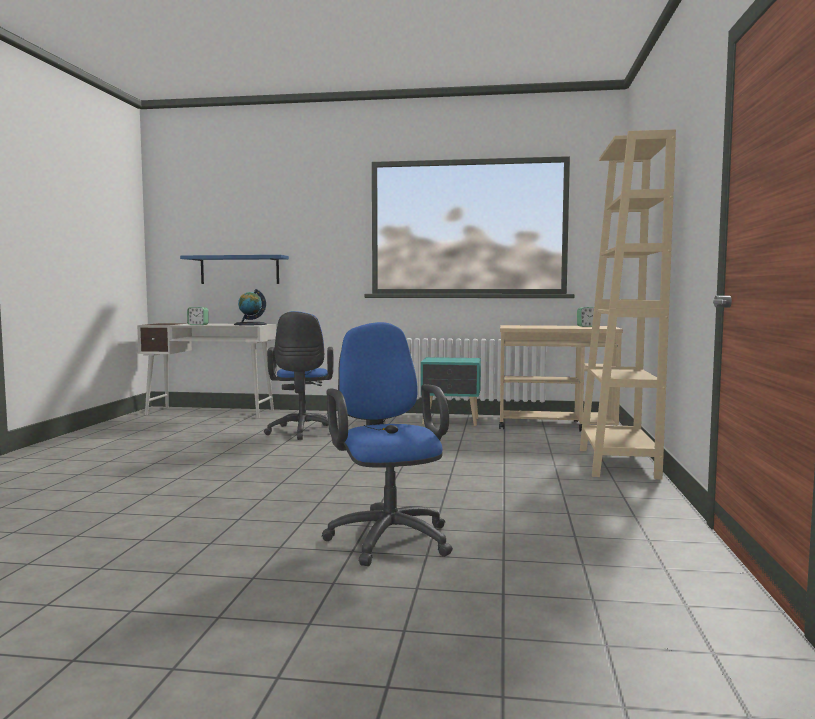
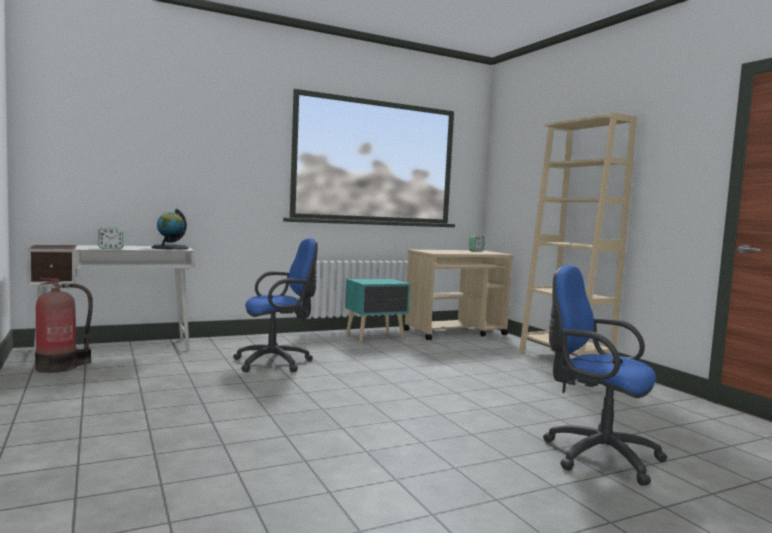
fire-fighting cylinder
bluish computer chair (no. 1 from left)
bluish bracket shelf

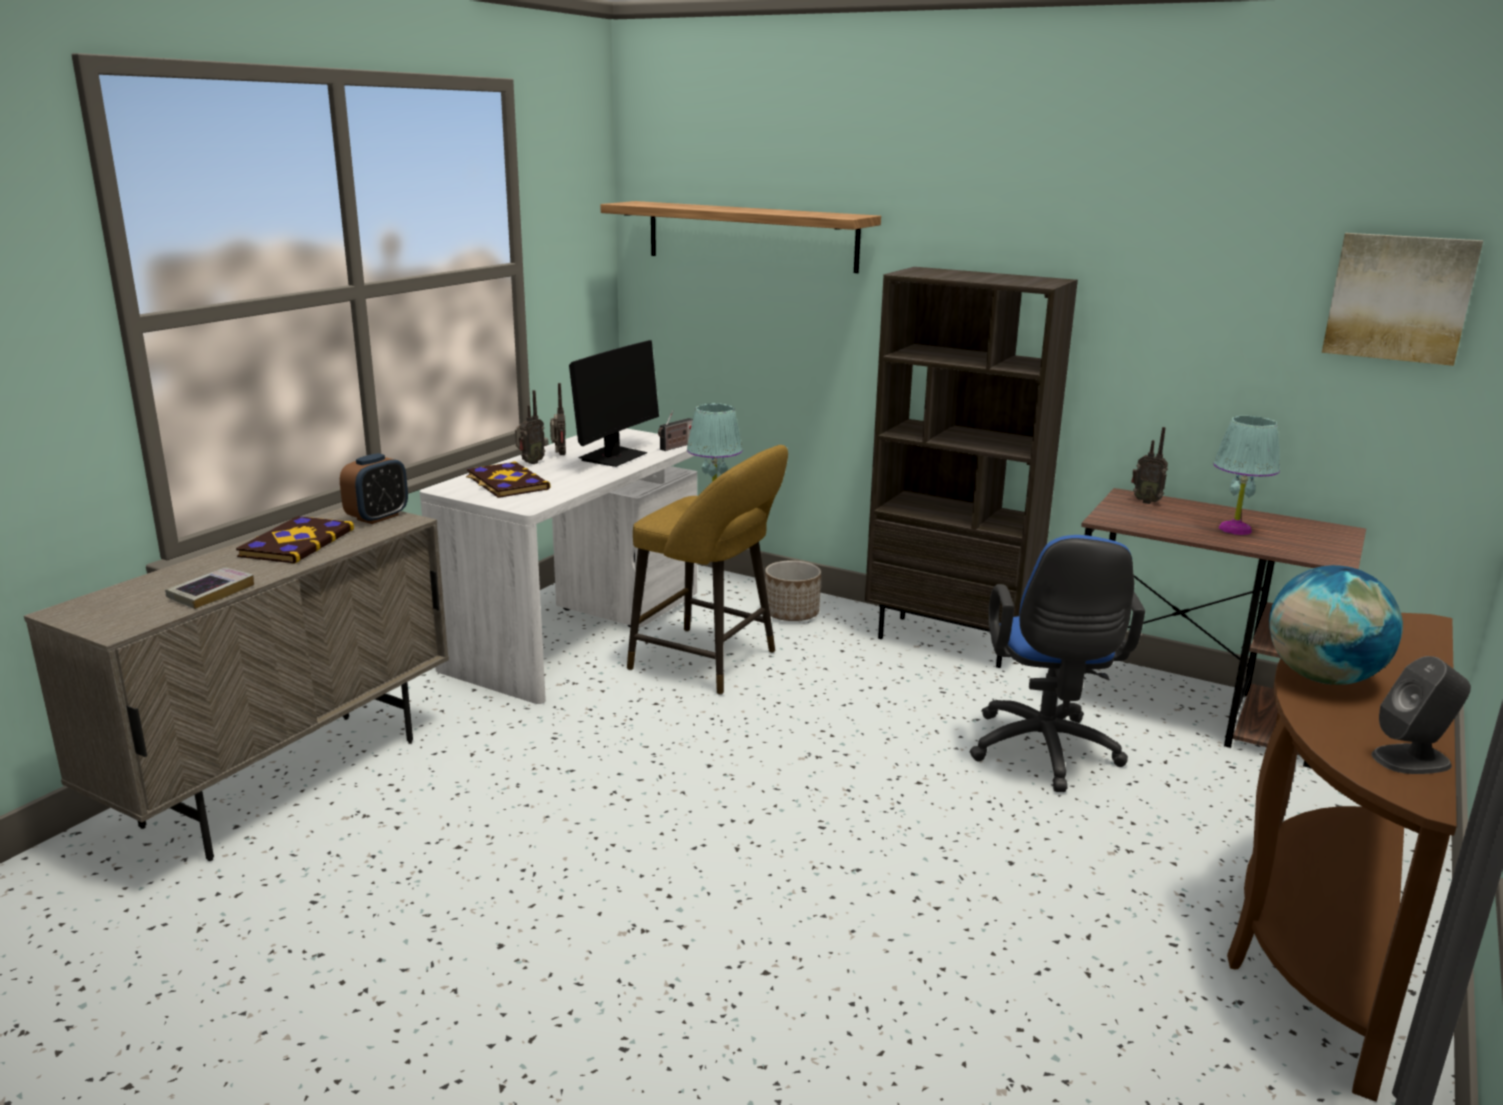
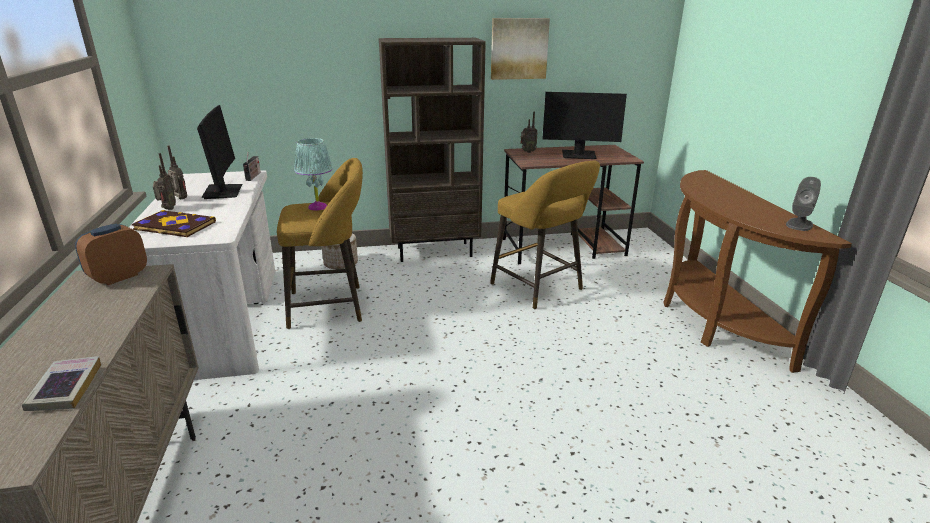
alarm clock
yellowish stool seat (no. 2 from left)
wall art
computer display (no. 2 from left)
volume (no. 2 from left in the first image)
bracket shelf
desk globe

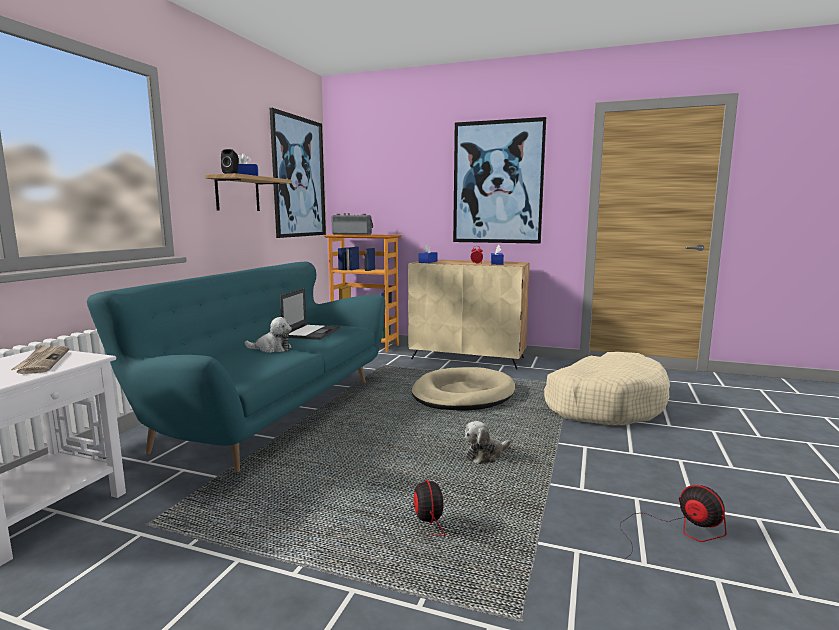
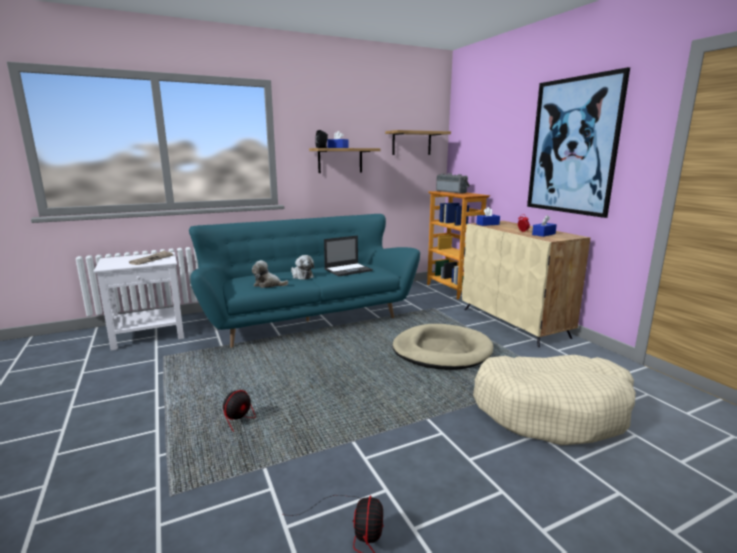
plush toy (no. 1 from left)
bracket shelf (no. 2 from left)

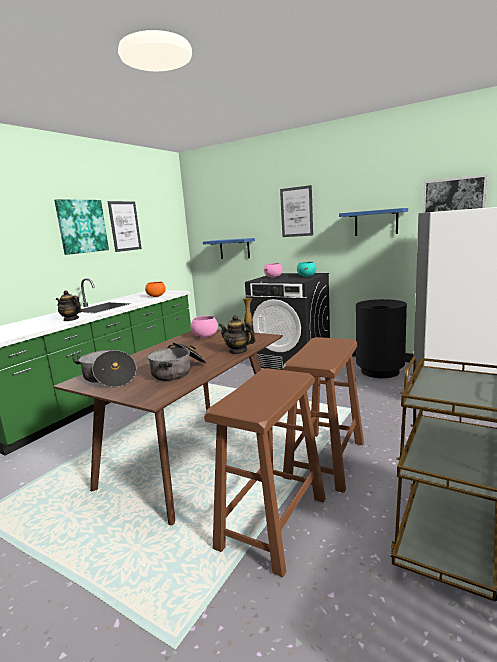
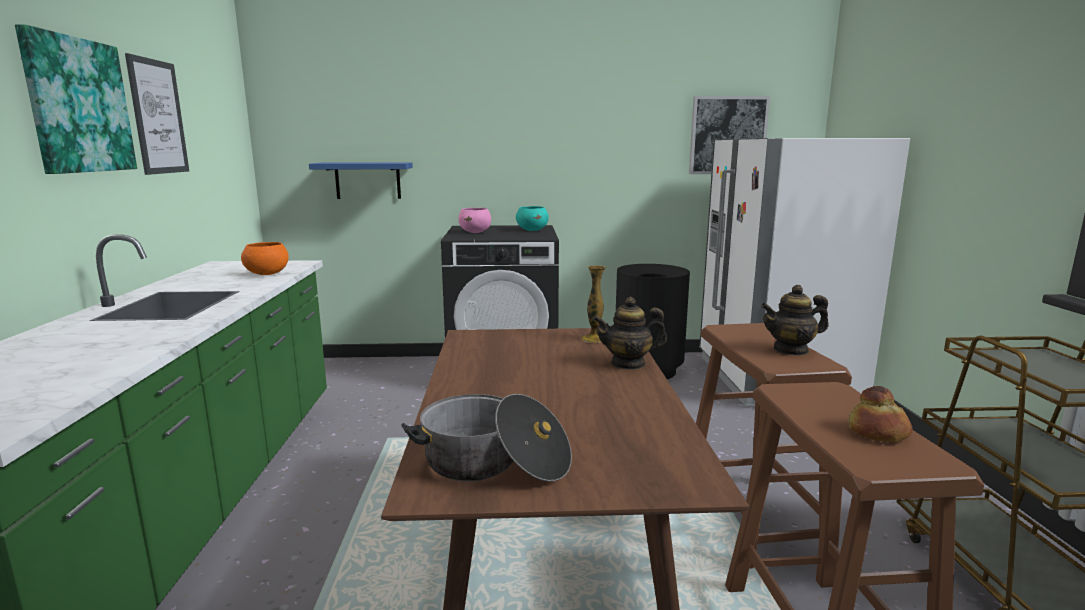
pot for tea (no. 2 from left)
baked bread
saucepot (no. 2 from left in the first image)
pink-coloured serving bowl (no. 1 from left in the first image)
wall art (no. 3 from left in the first image)
bluish bracket shelf (no. 2 from left in the first image)

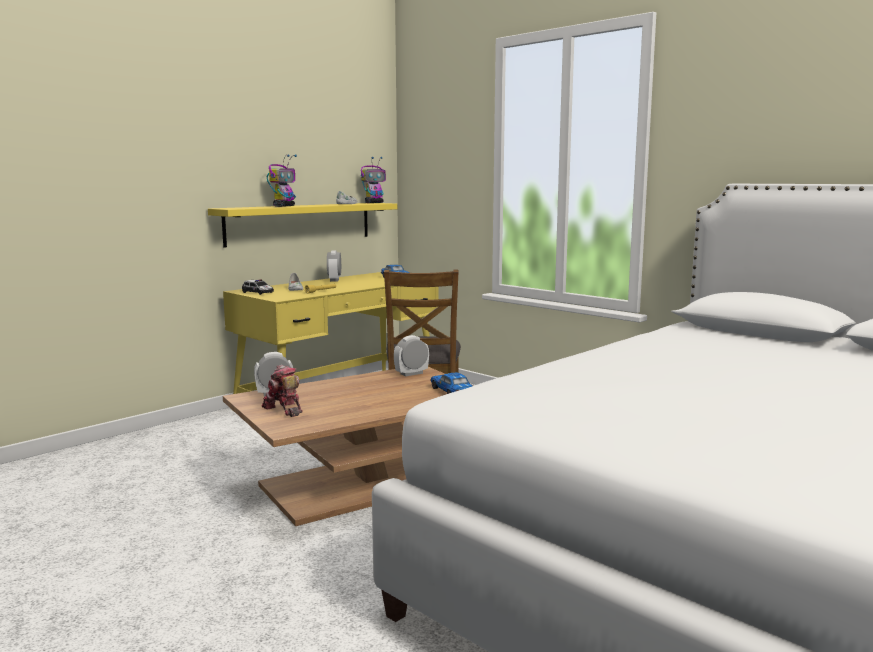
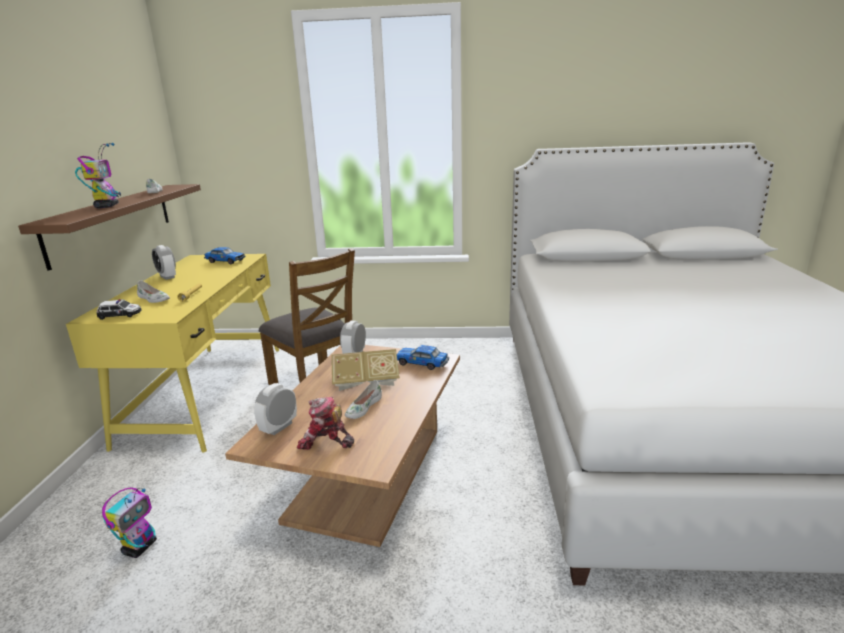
brownish bracket shelf
toy robot (no. 2 from left)
volume
white item of footwear (no. 3 from left)

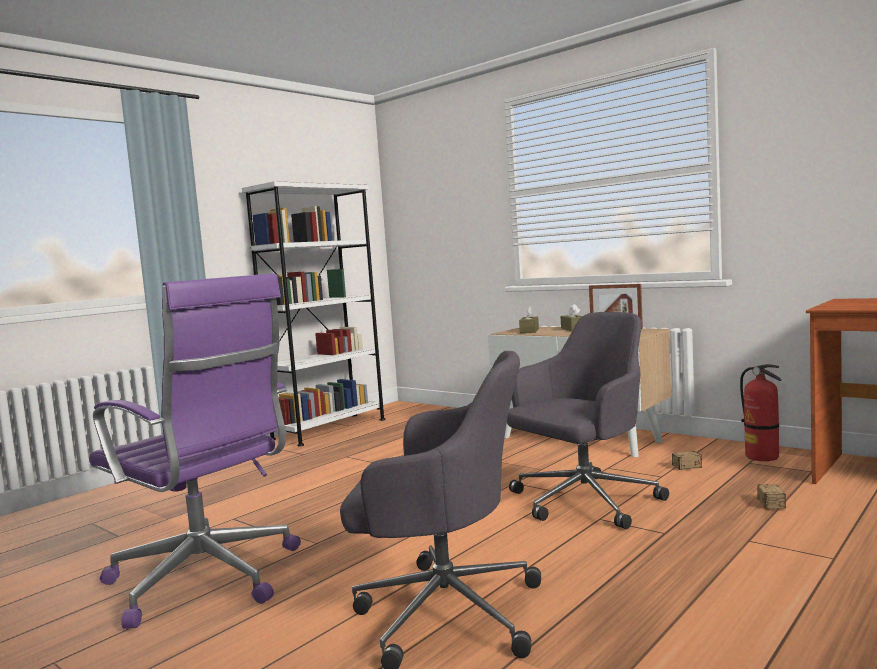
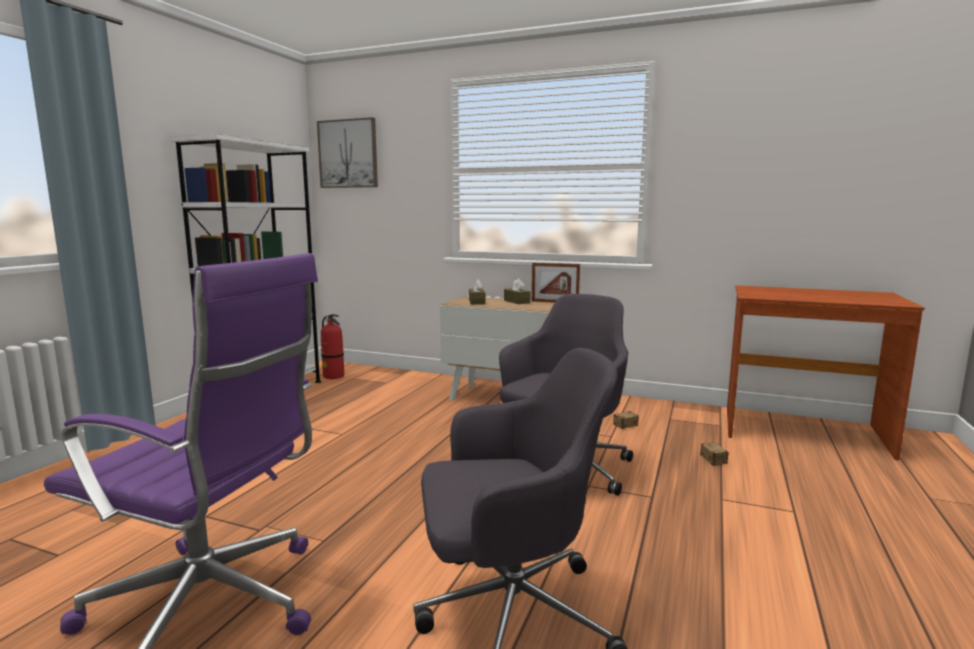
wall art
fire-fighting cylinder

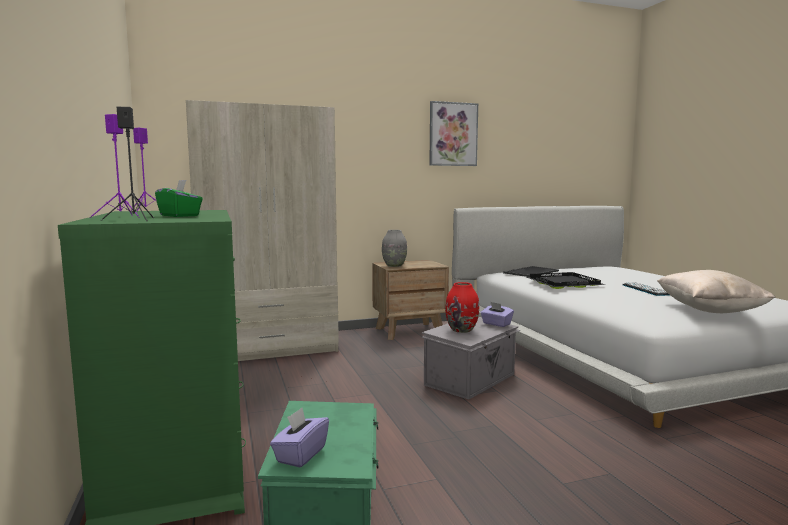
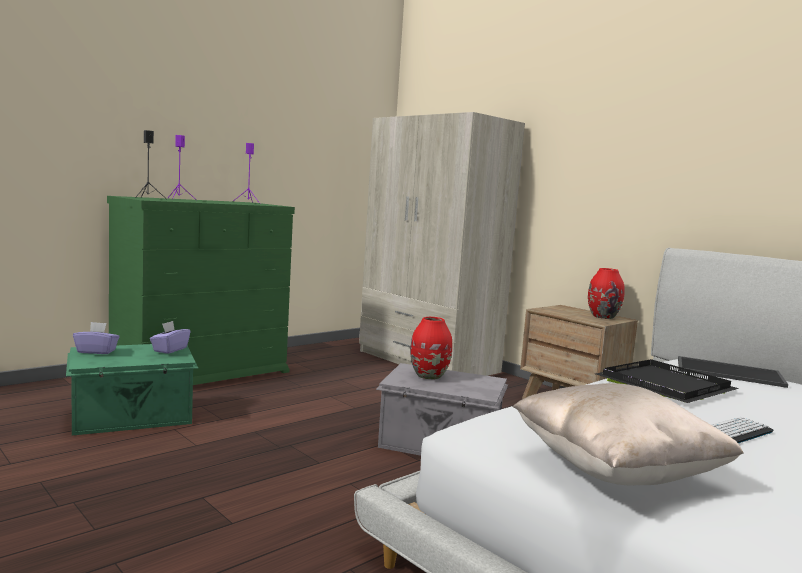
purple-coloured tissue holder (no. 2 from left)
red vase (no. 2 from left)
green tissue holder
grey vase
wall art

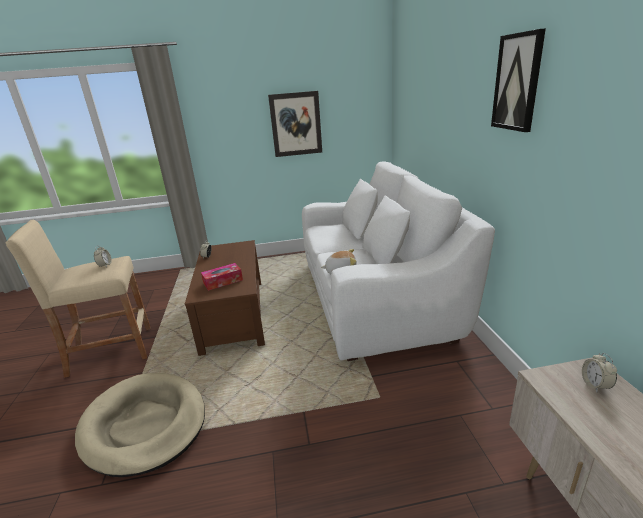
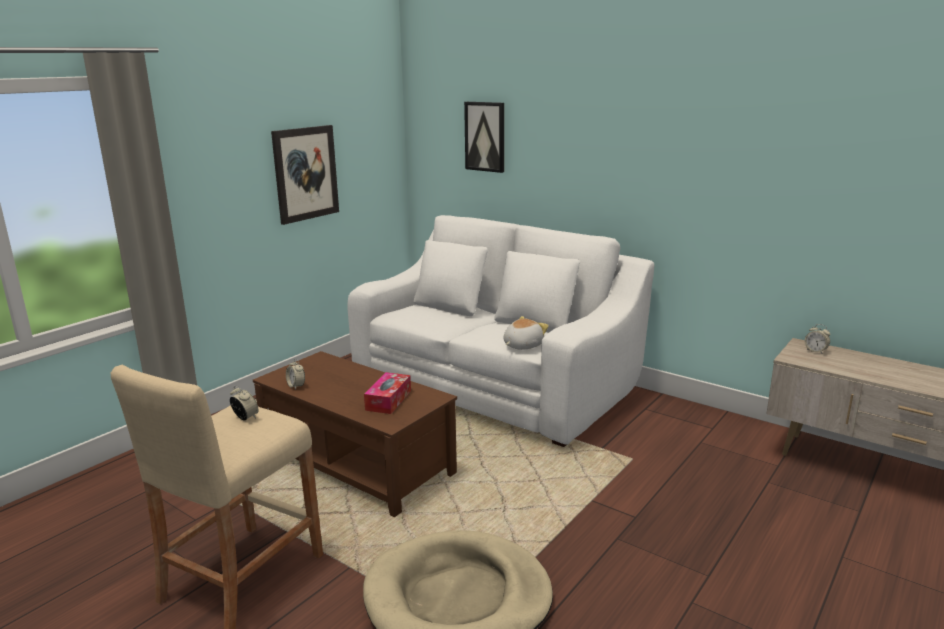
wall art (no. 2 from left)

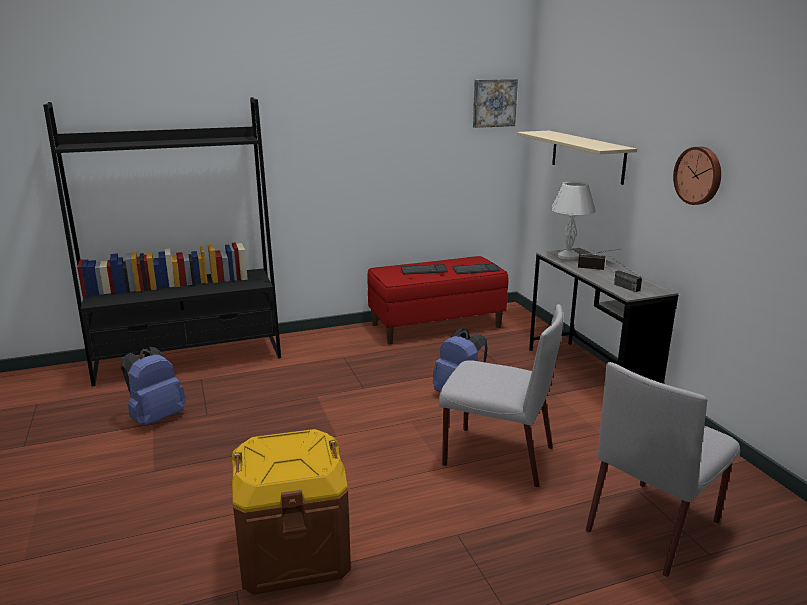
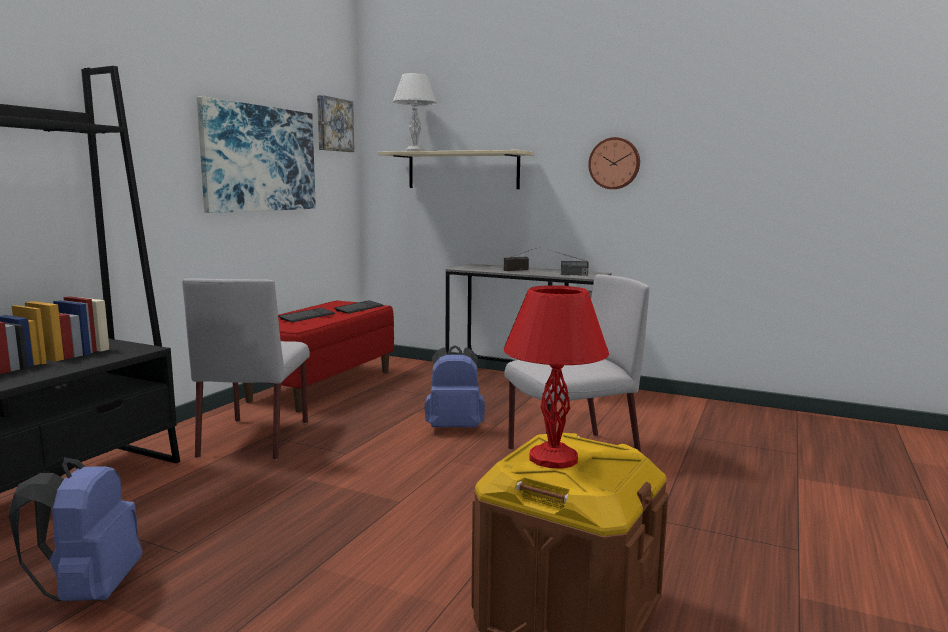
grey chair (no. 1 from left)
wall art (no. 1 from left)
white table lamp
red table lamp

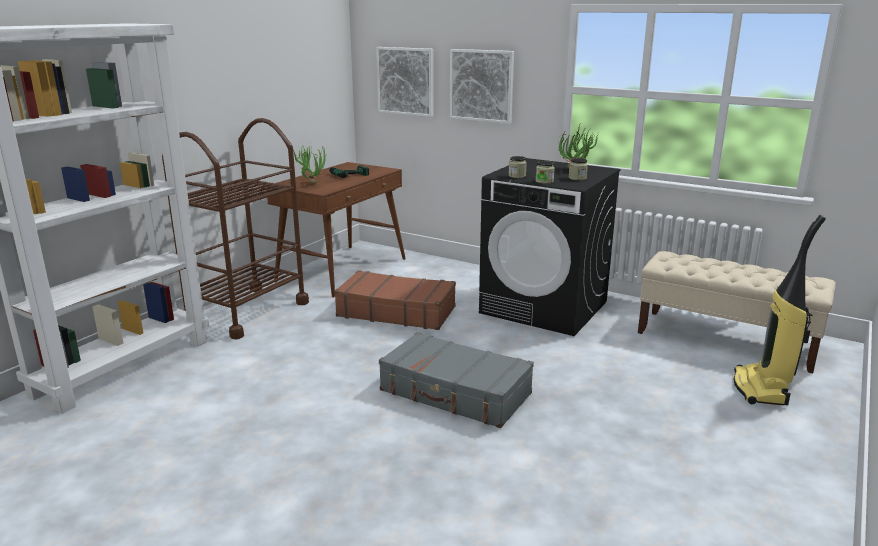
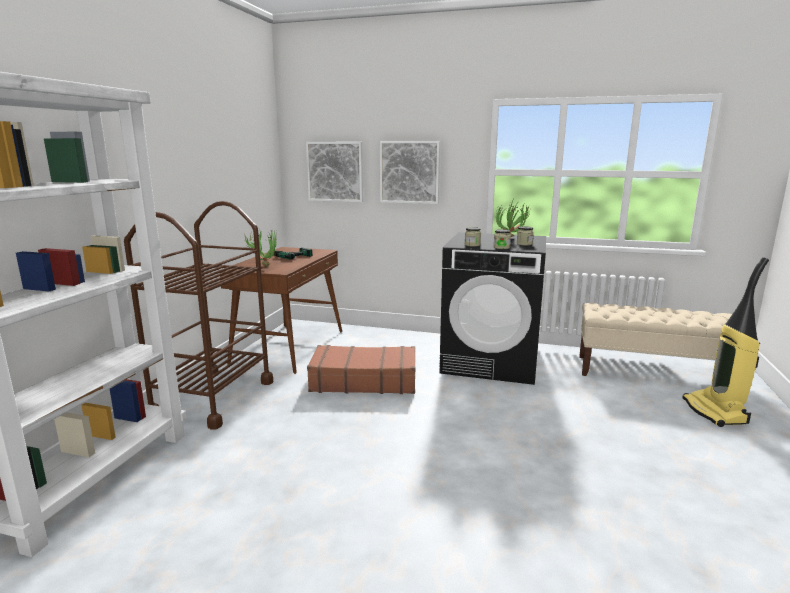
grey suitcase

